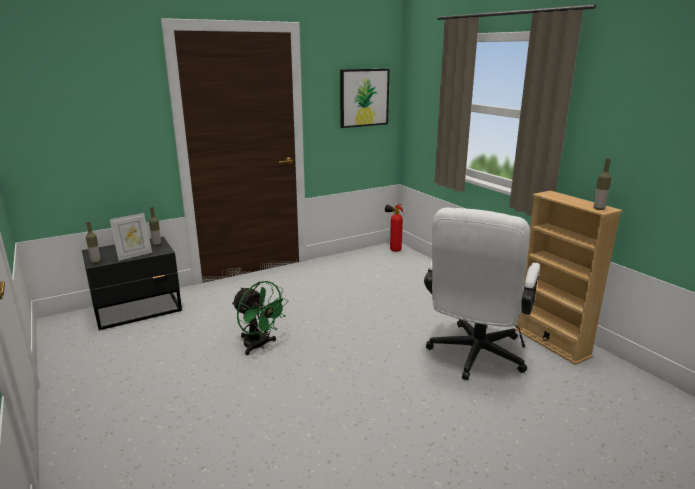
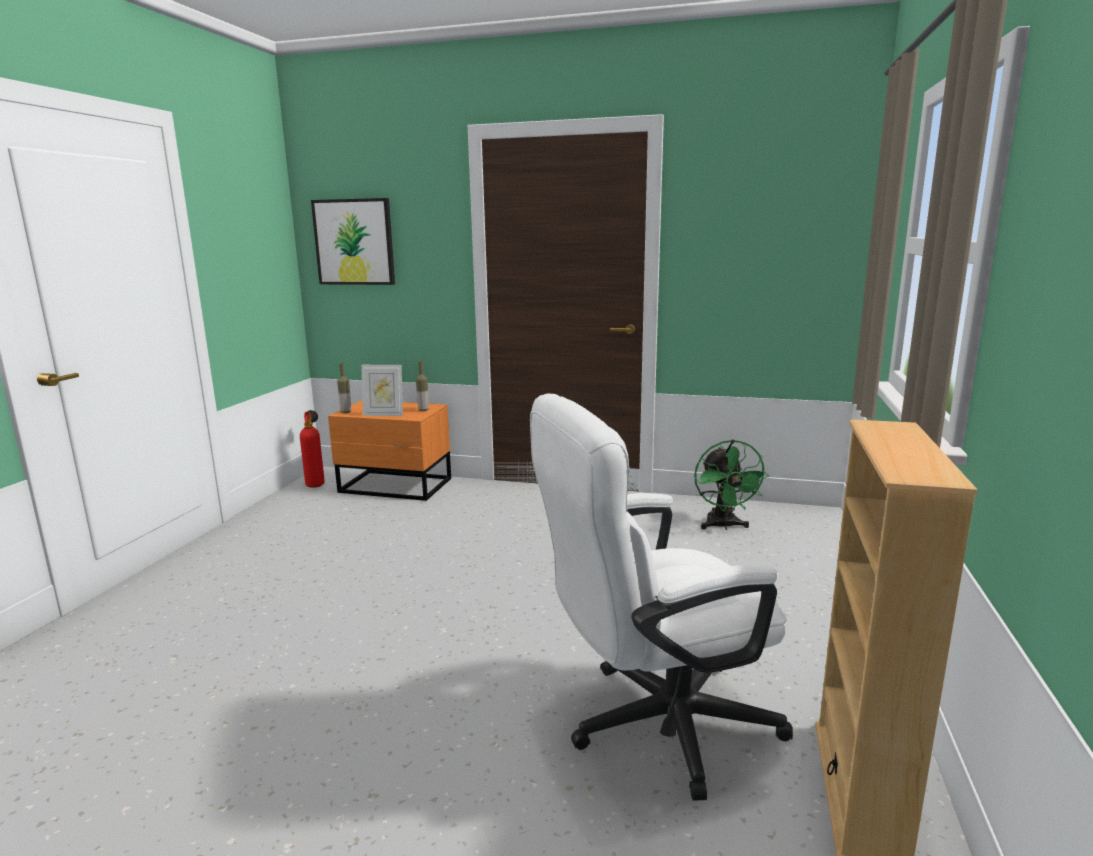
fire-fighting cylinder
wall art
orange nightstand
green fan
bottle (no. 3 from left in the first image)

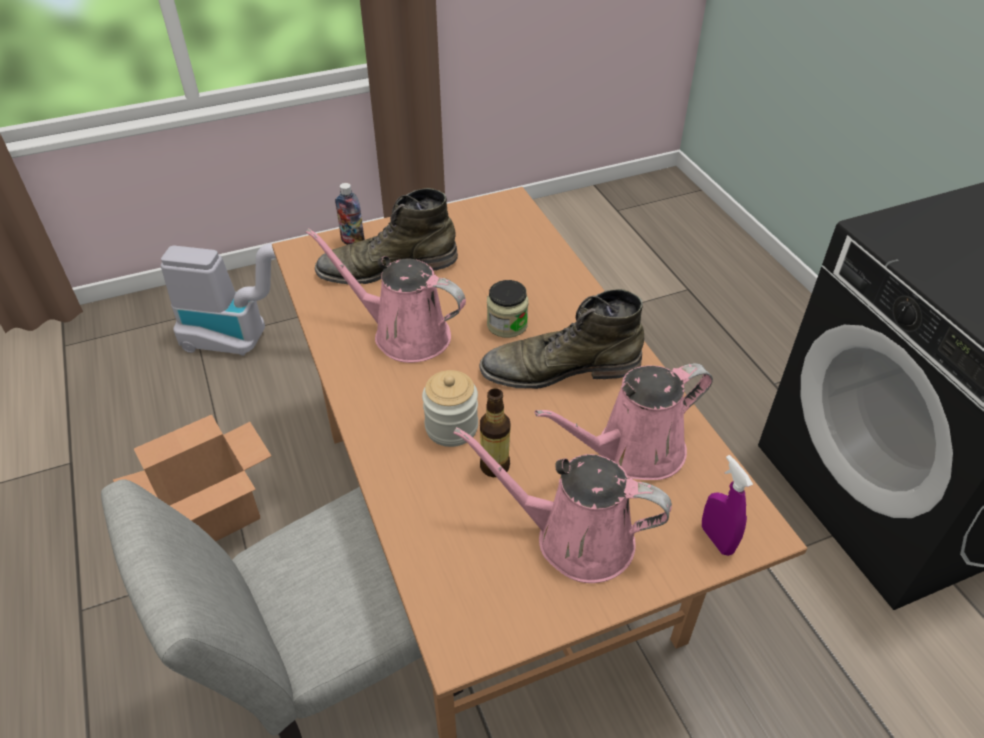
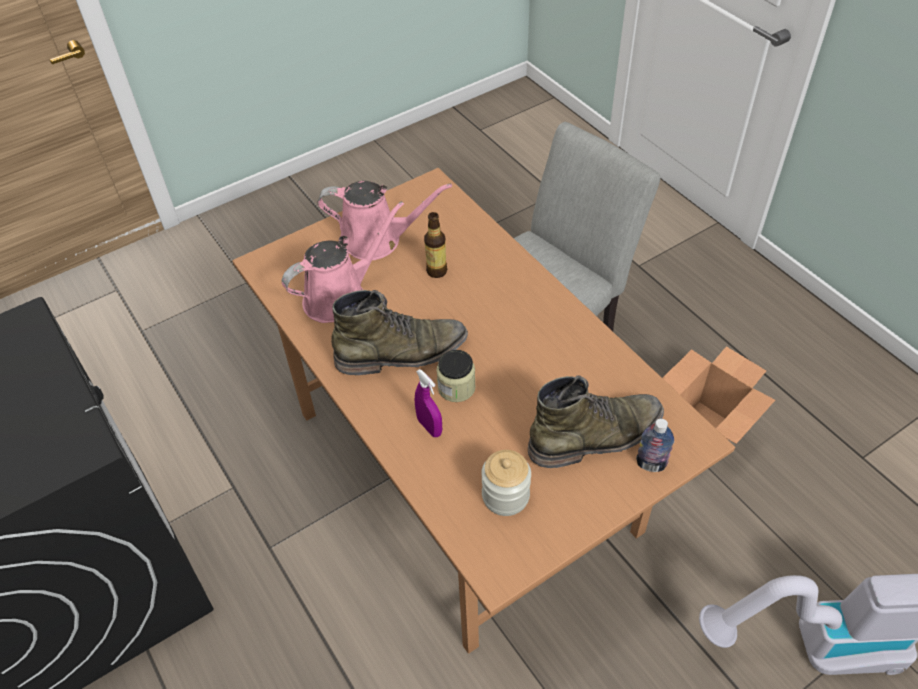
purple-coloured sprayer
storage jar (no. 2 from left)
pink-coloured watering can (no. 1 from left in the first image)

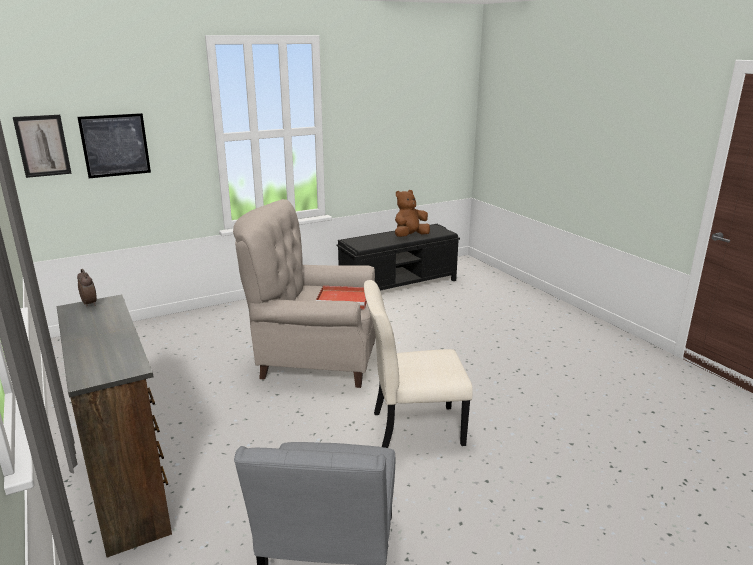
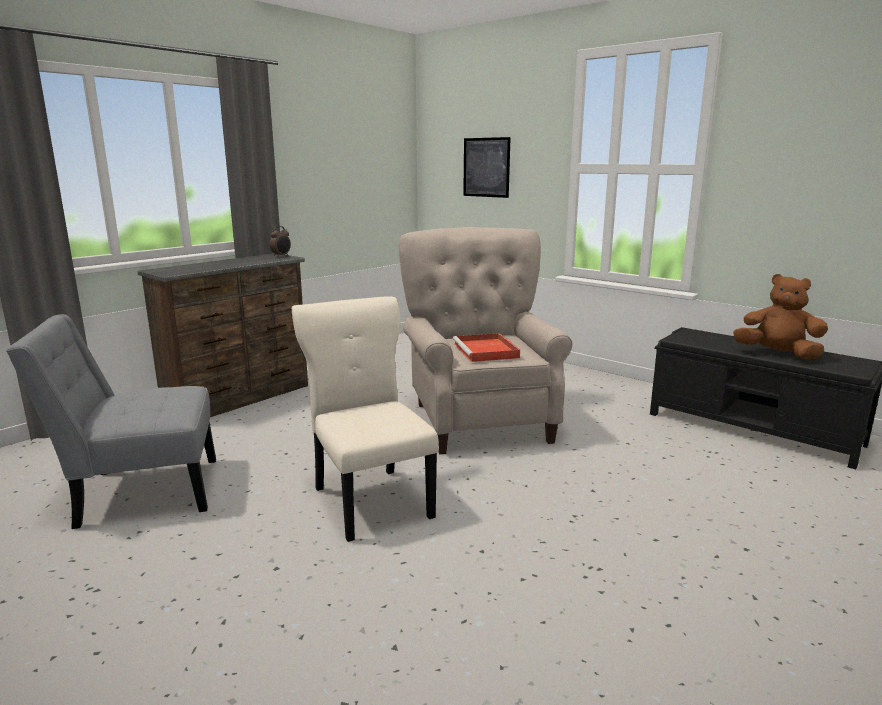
wall art (no. 1 from left in the first image)

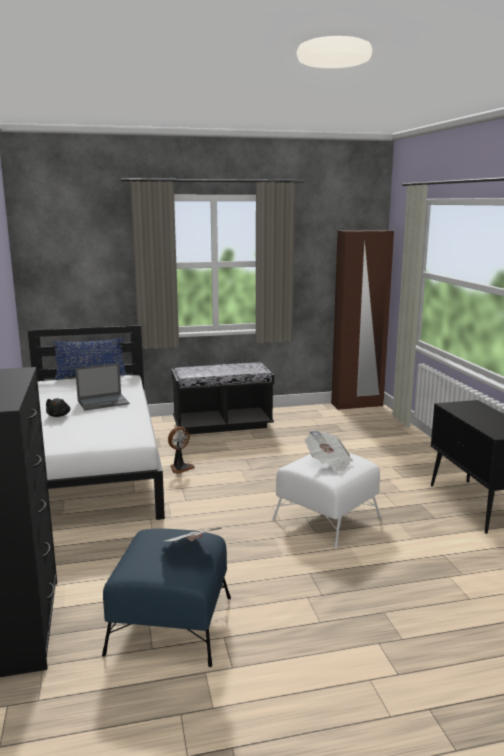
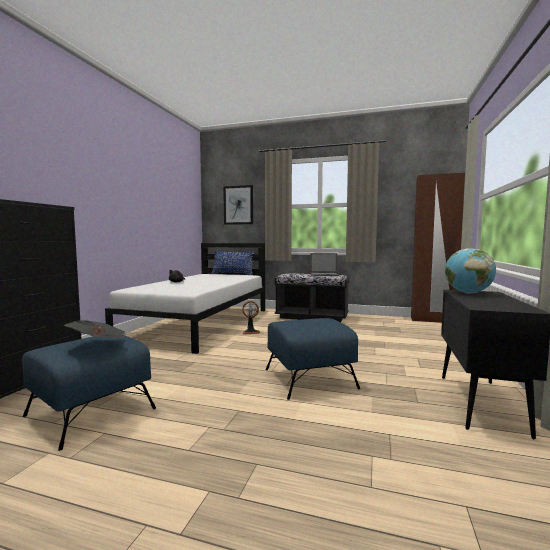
wall art
bluish footrest (no. 2 from left)
portable computer
desk globe
newspaper (no. 2 from left in the first image)

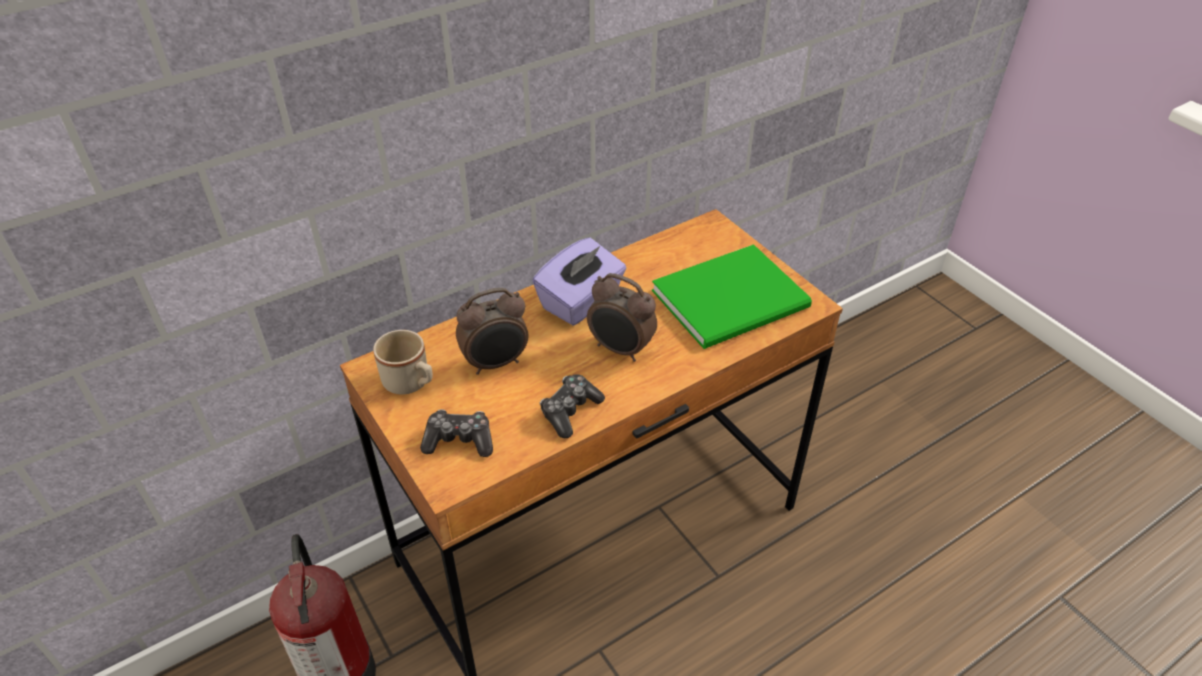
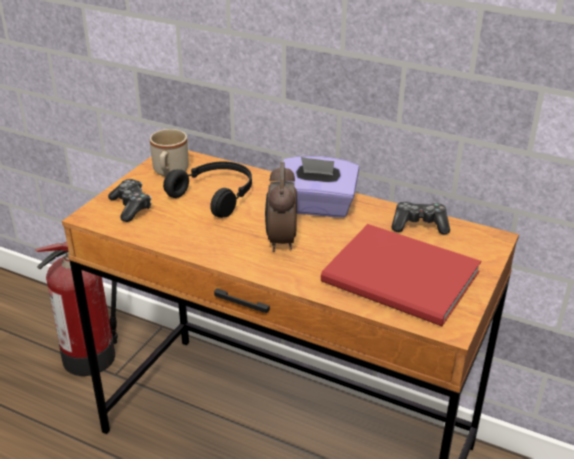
blackish headphones
red volume
joypad (no. 2 from left)

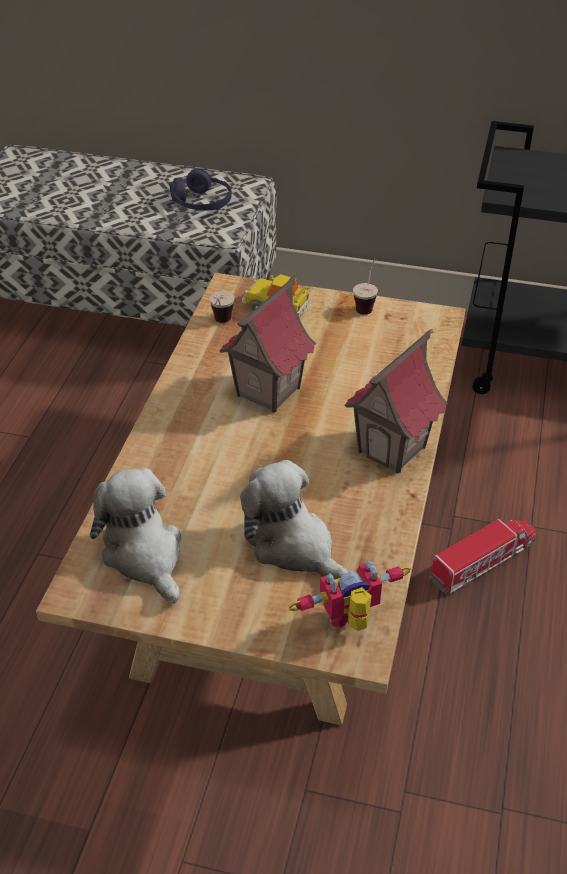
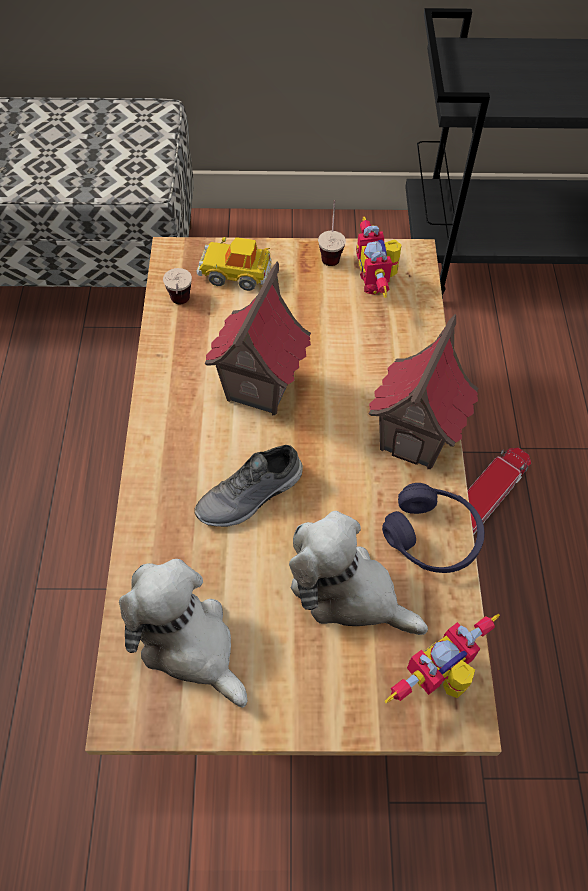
grey item of footwear
toy robot (no. 1 from left)
purple-coloured headphones

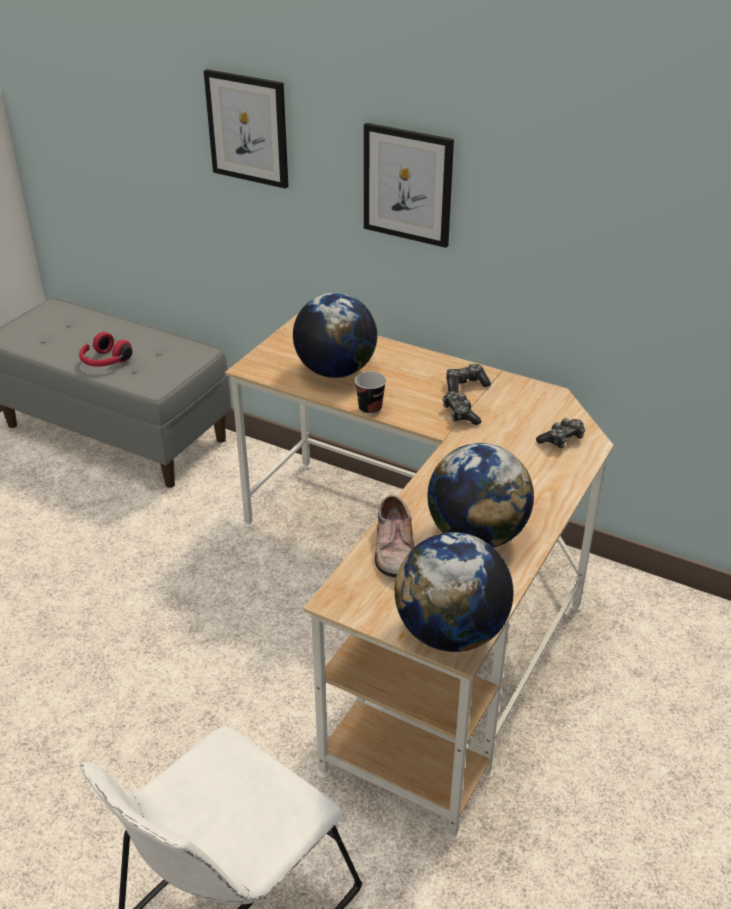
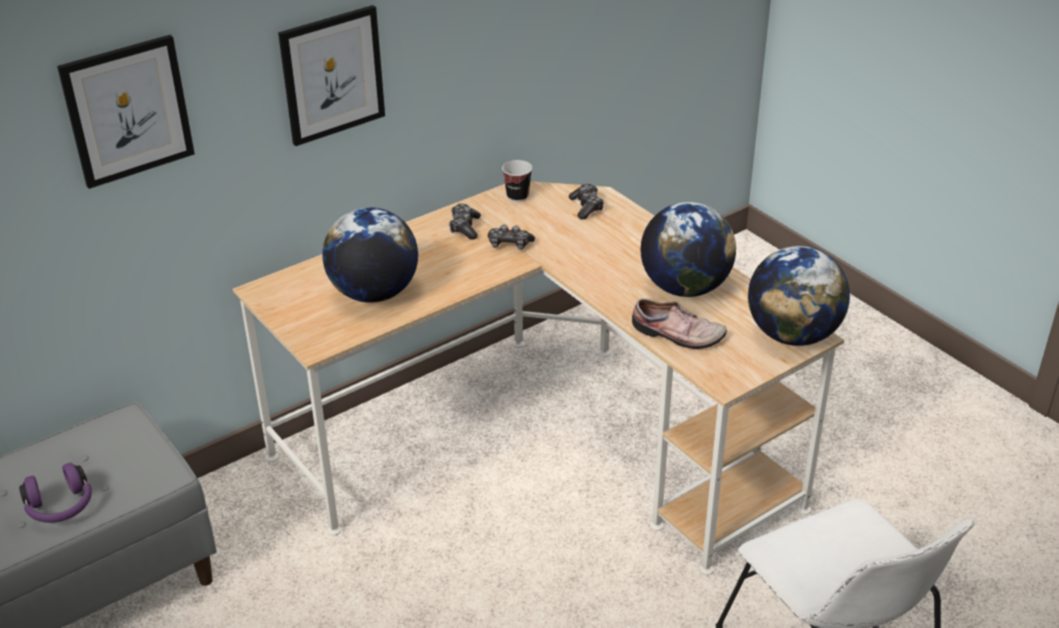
purple-coloured headphones
cup

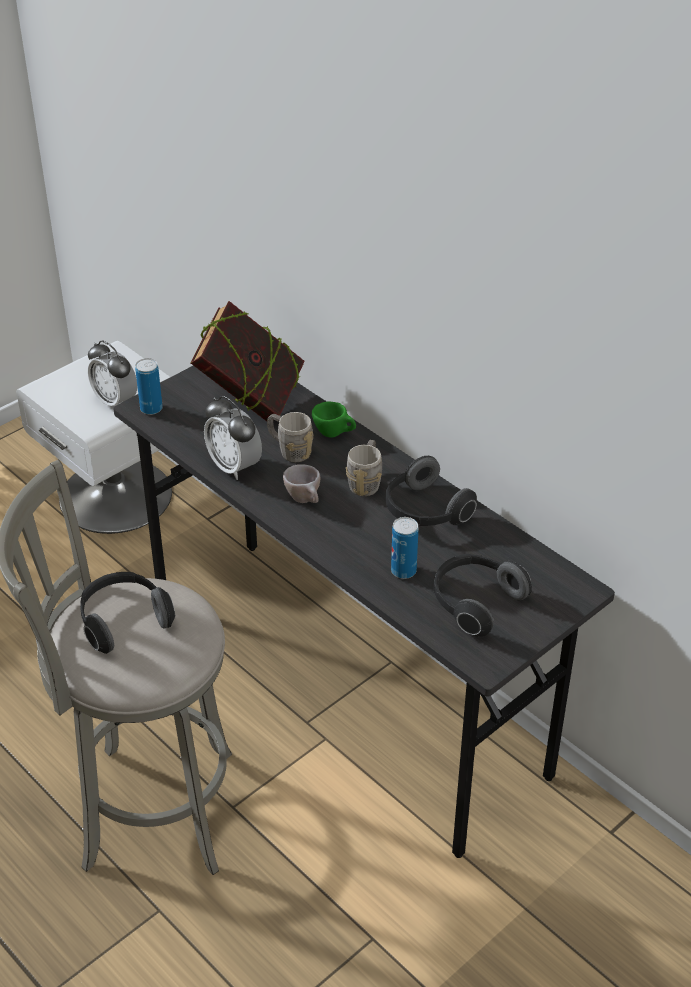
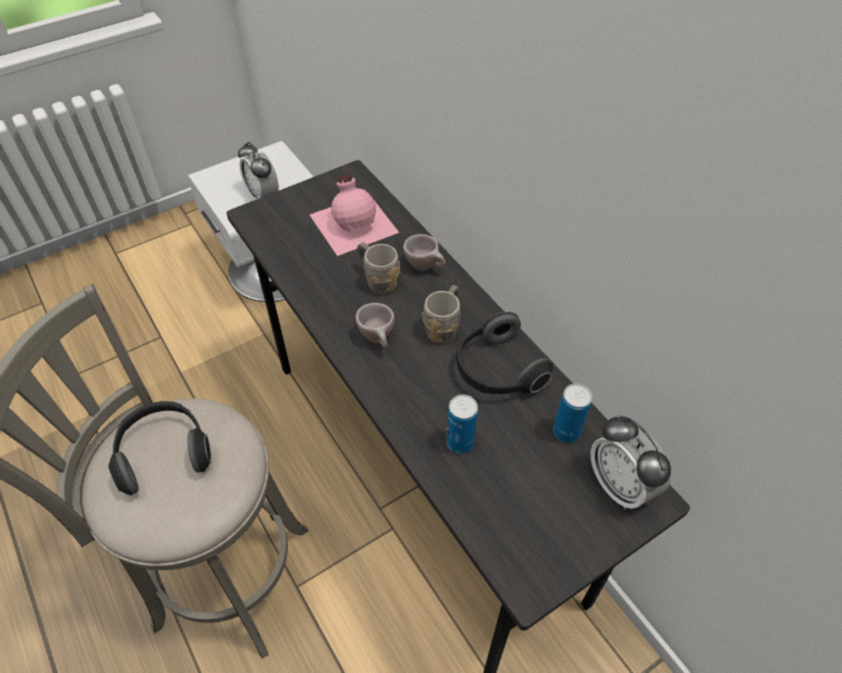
pink-coloured bottle
beige-coloured cup (no. 2 from left)
sealed can (no. 2 from left)
alarm clock (no. 2 from left)
headphones (no. 3 from left in the first image)

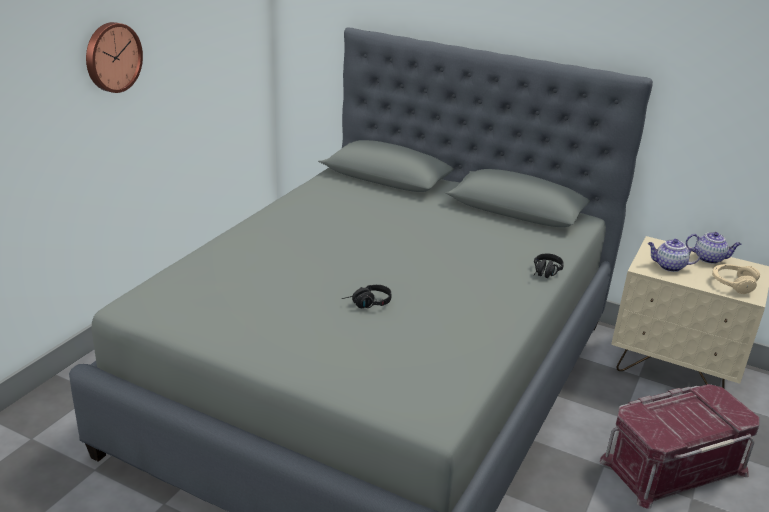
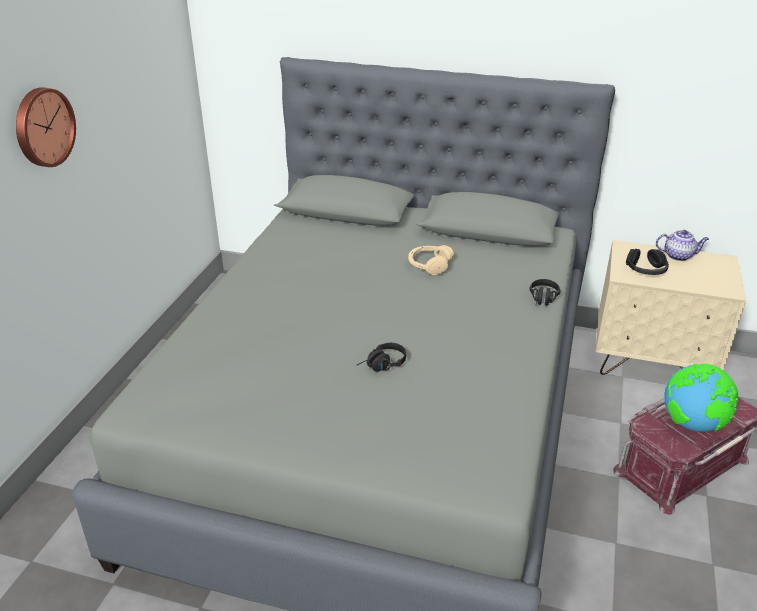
beige-coloured headphones
blackish headphones (no. 3 from left)
desk globe

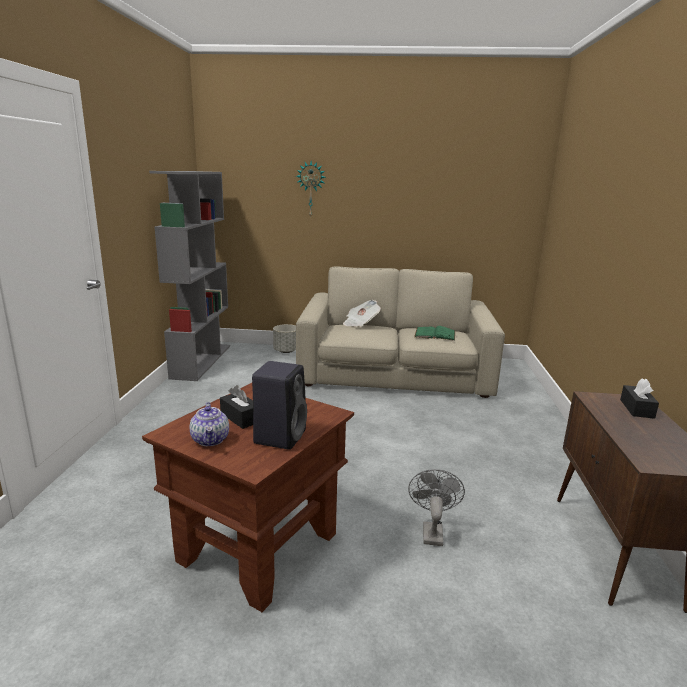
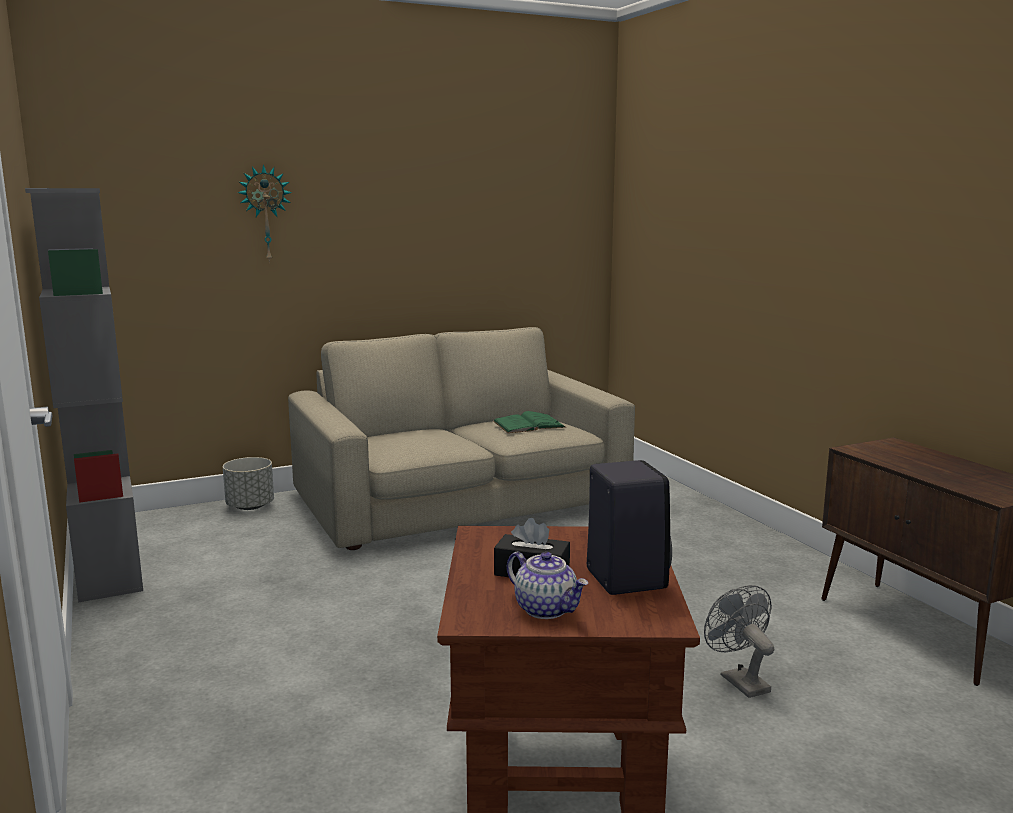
newspaper
blackish tissue holder (no. 2 from left in the first image)

